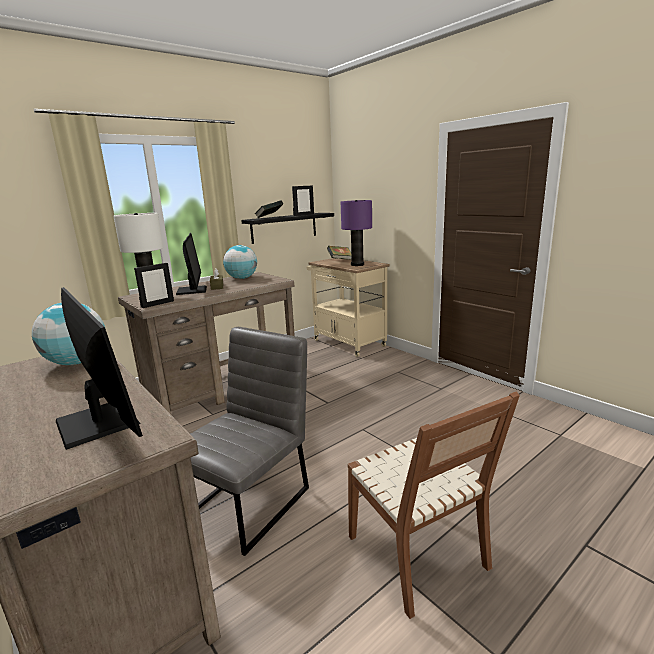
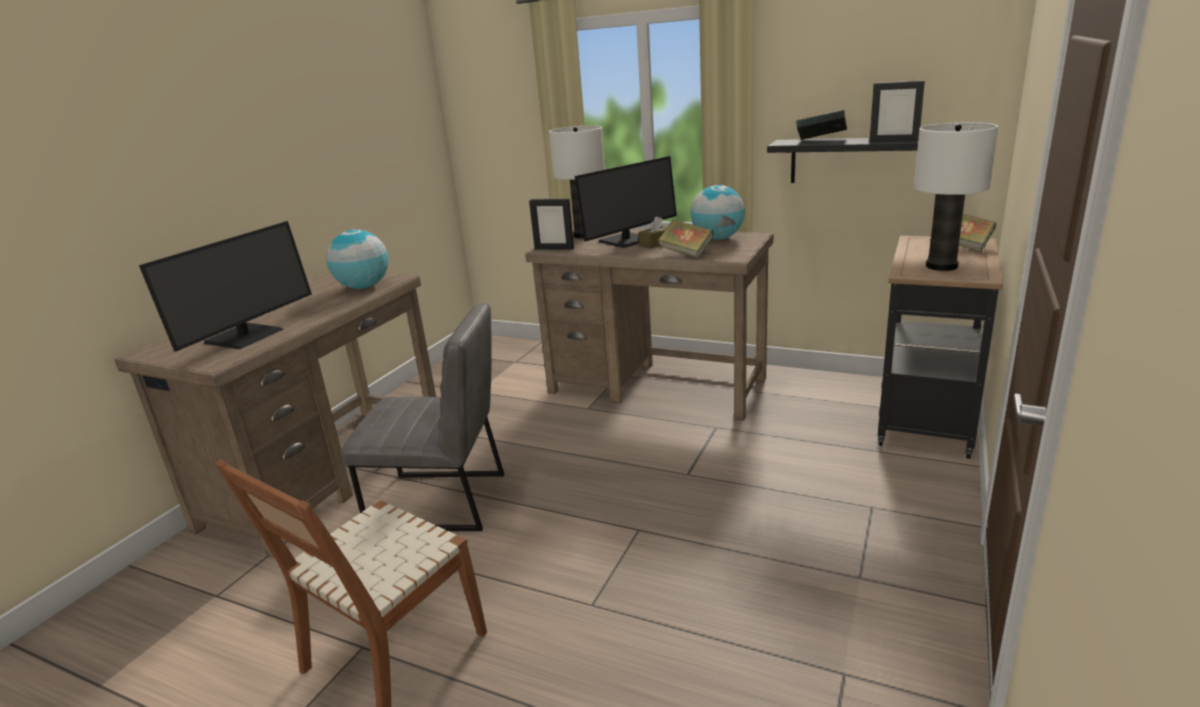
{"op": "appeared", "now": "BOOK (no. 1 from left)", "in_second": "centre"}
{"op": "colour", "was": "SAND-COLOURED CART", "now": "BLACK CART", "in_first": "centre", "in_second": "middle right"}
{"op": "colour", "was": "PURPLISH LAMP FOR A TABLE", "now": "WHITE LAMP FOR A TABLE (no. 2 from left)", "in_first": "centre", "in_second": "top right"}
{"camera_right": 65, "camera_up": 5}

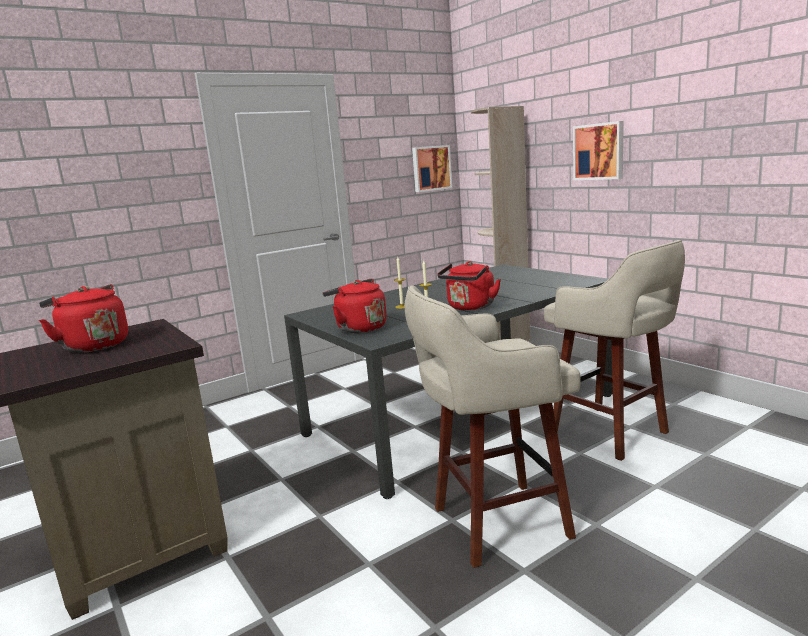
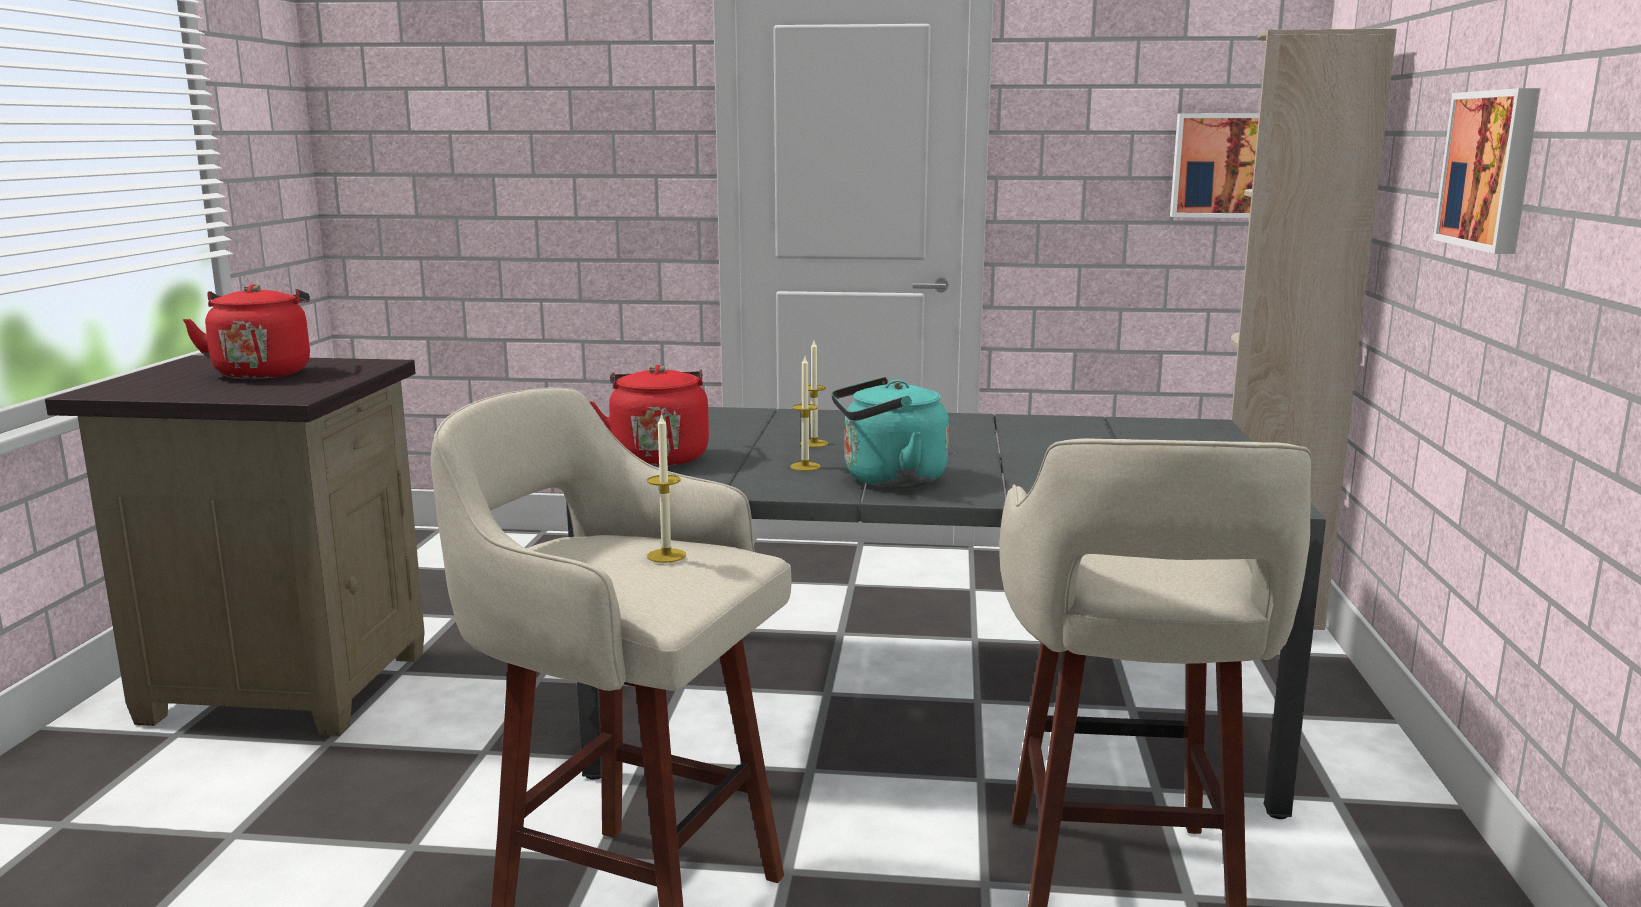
{"op": "appeared", "now": "WAX CANDLE (no. 1 from left)", "in_second": "centre"}
{"op": "colour", "was": "RED WATER KETTLE (no. 3 from left)", "now": "TURQUOISE WATER KETTLE", "in_first": "centre", "in_second": "centre"}
{"camera_right": 40, "camera_up": 0}

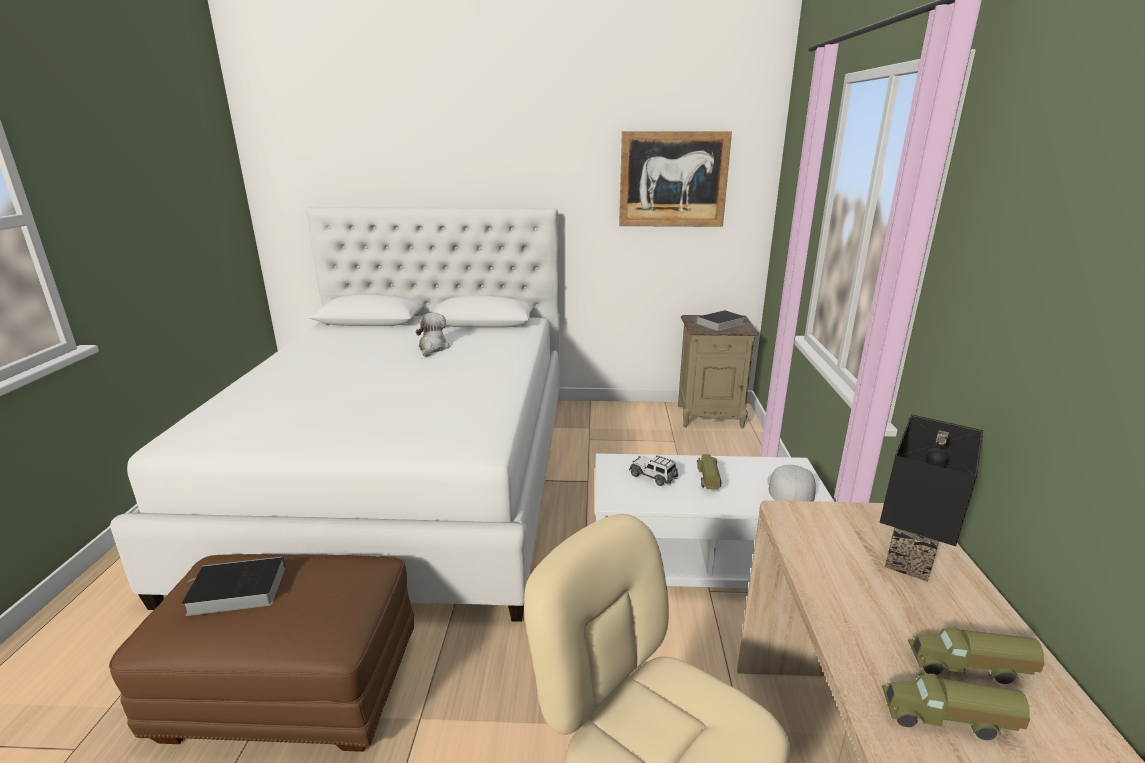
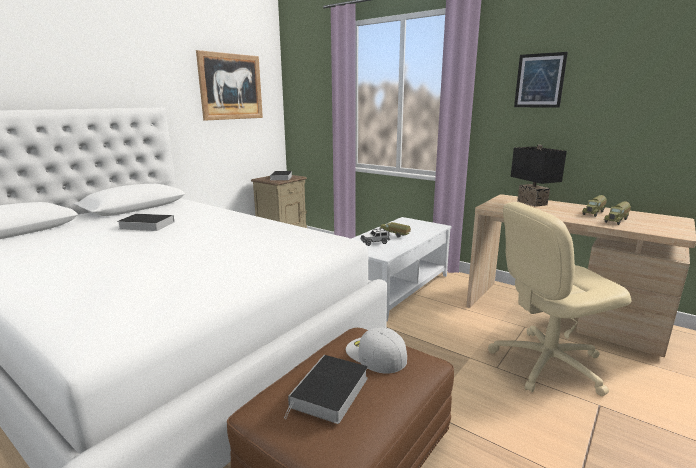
{"op": "appeared", "now": "WALL ART (no. 2 from left)", "in_second": "top right"}
{"op": "relocated", "was": "WHITE BASEBALL CAP", "in_first": "middle right", "in_second": "bottom centre"}
{"op": "exchanged", "was": "PLUSH TOY", "now": "BOOK (no. 1 from left)", "in_first": "centre", "in_second": "middle left"}
{"camera_right": -55, "camera_up": -5}

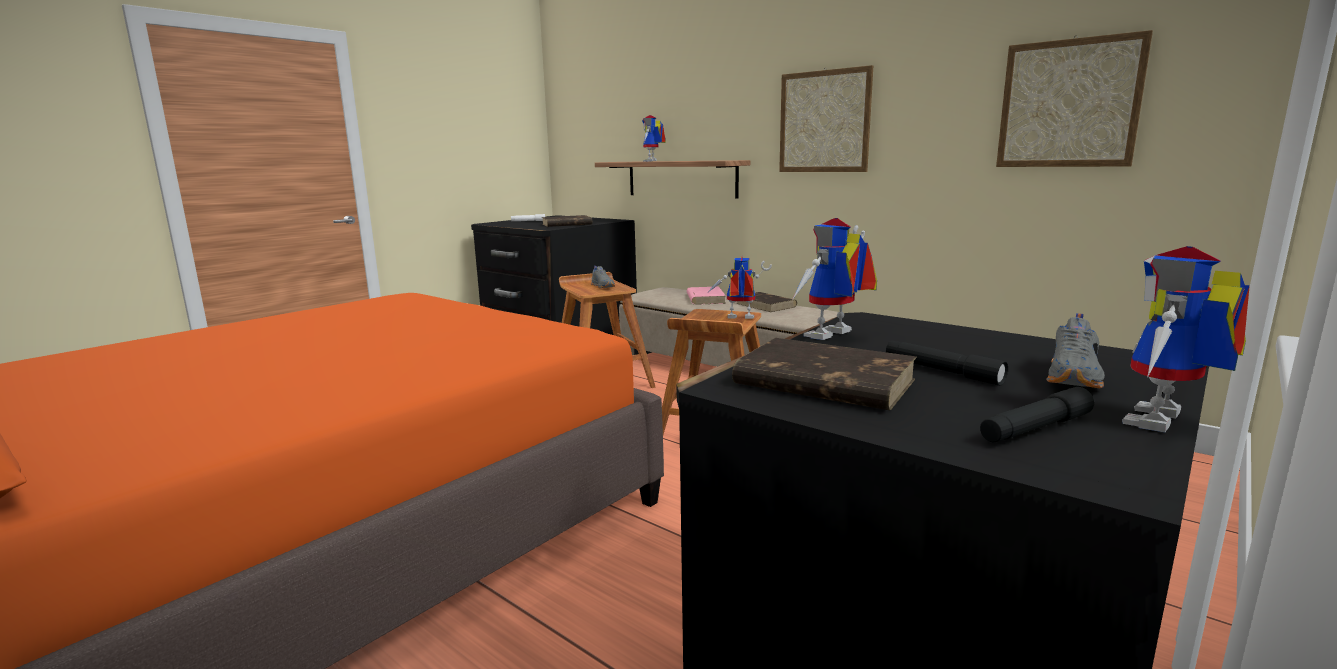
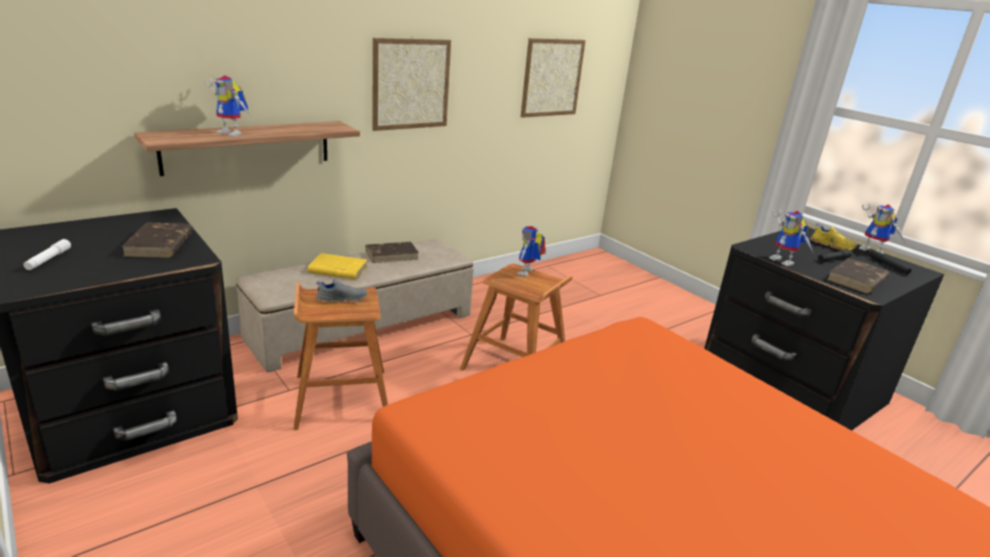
{"op": "colour", "was": "PINKISH BOOK", "now": "YELLOW BOOK", "in_first": "centre", "in_second": "centre"}
{"op": "colour", "was": "GREYISH ITEM OF FOOTWEAR (no. 2 from left)", "now": "YELLOW ITEM OF FOOTWEAR", "in_first": "middle right", "in_second": "middle right"}
{"camera_right": -80, "camera_up": 10}

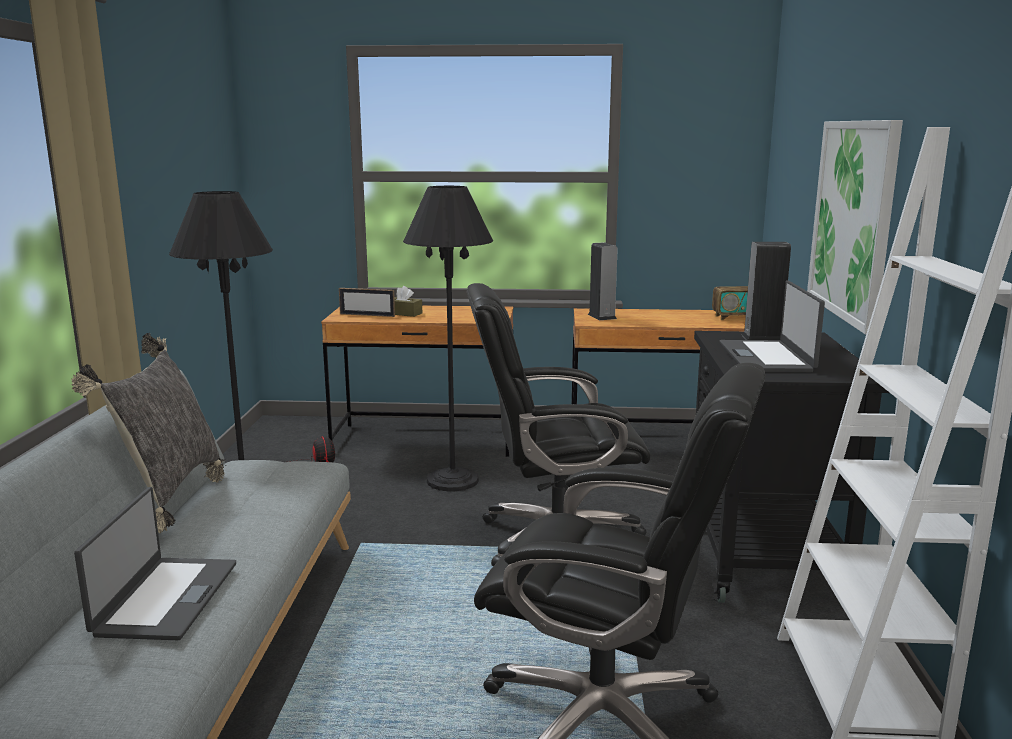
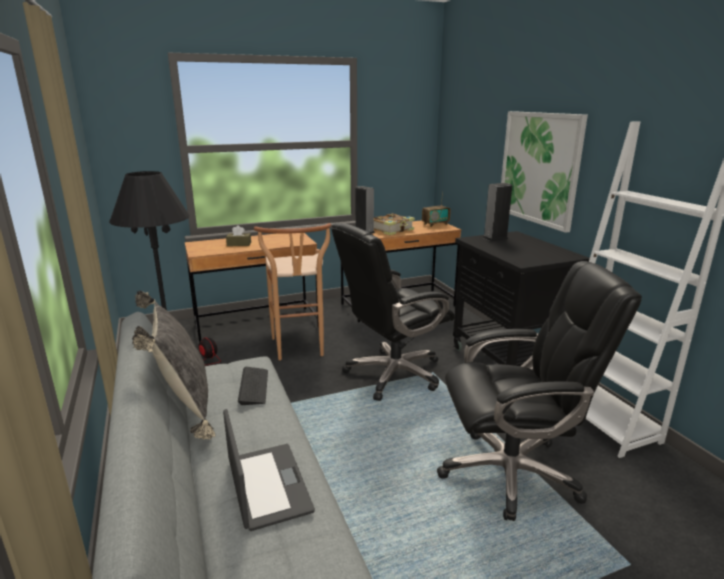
{"op": "missing", "was": "STANDING FRAME", "in_first": "centre"}
{"op": "missing", "was": "LAPTOP (no. 2 from left)", "in_first": "middle right"}
{"op": "appeared", "now": "KEYBOARD", "in_second": "bottom centre"}
{"op": "appeared", "now": "BOOK", "in_second": "centre"}
{"op": "exchanged", "was": "BLACK STANDING LAMP (no. 2 from left)", "now": "BROWN-COLOURED STOOL SEAT", "in_first": "centre", "in_second": "centre"}
{"camera_right": -25, "camera_up": 5}

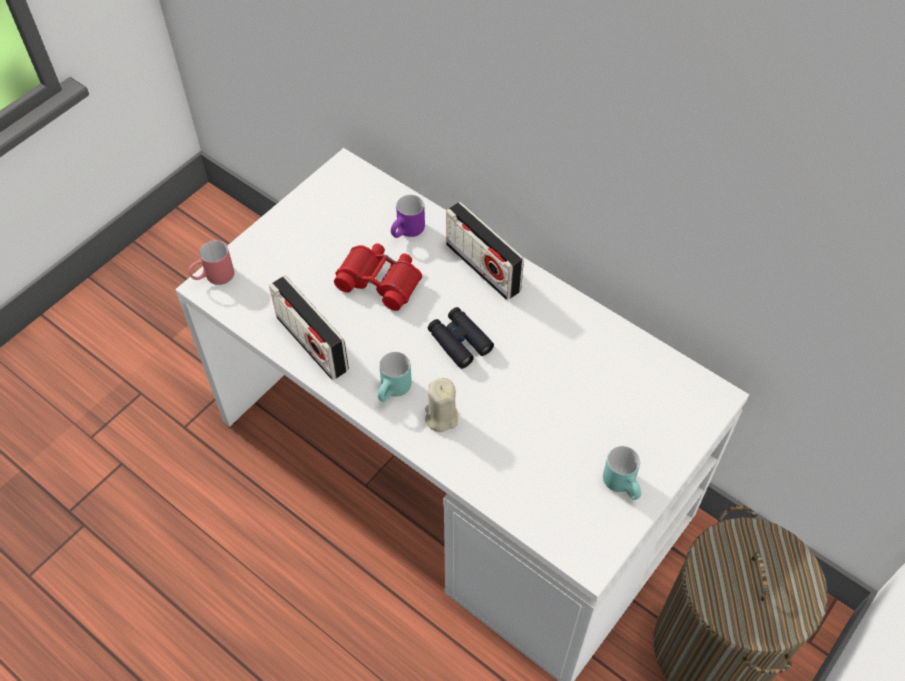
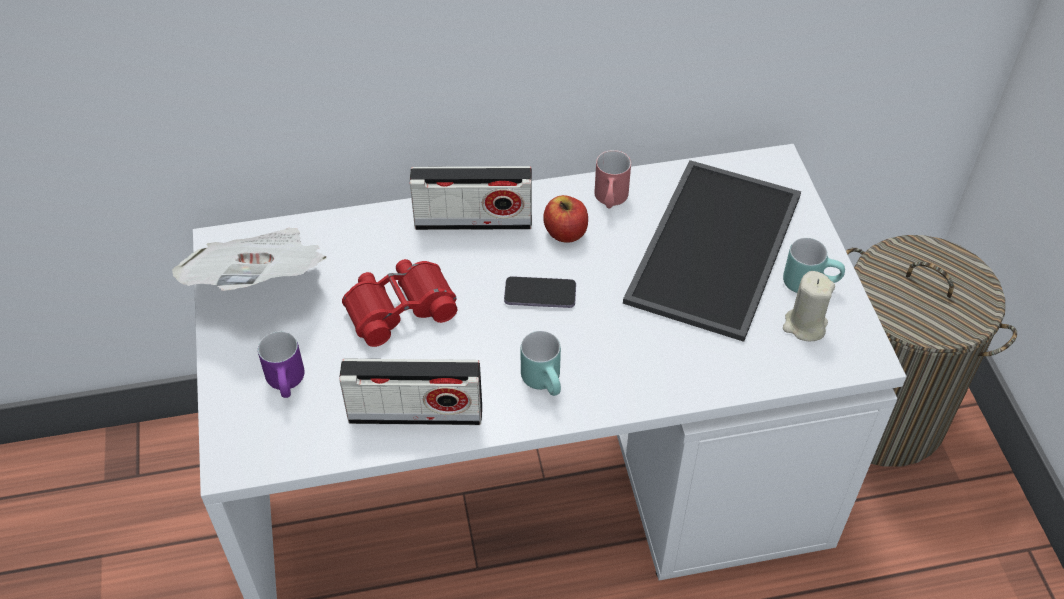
{"op": "appeared", "now": "NEWSPAPER", "in_second": "middle left"}
{"op": "appeared", "now": "APPLE", "in_second": "centre"}
{"op": "appeared", "now": "CARRYING TRAY", "in_second": "middle right"}
{"op": "relocated", "was": "RED COFFEE MUG", "in_first": "middle left", "in_second": "top centre"}
{"op": "relocated", "was": "PURPLISH COFFEE MUG", "in_first": "top centre", "in_second": "middle left"}
{"op": "relocated", "was": "SAND-COLOURED WAX CANDLE", "in_first": "centre", "in_second": "middle right"}
{"op": "exchanged", "was": "BLACK FIELD GLASSES", "now": "HANDSET", "in_first": "centre", "in_second": "centre"}
{"camera_right": -50, "camera_up": -5}

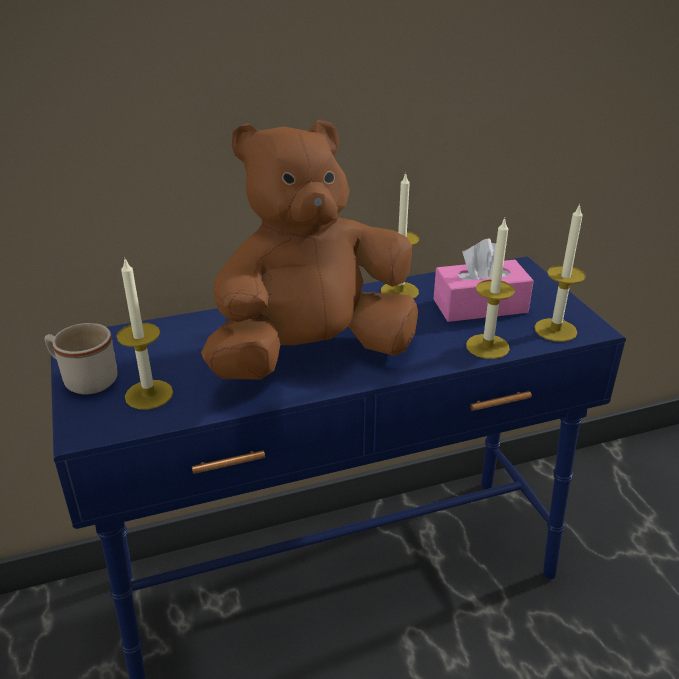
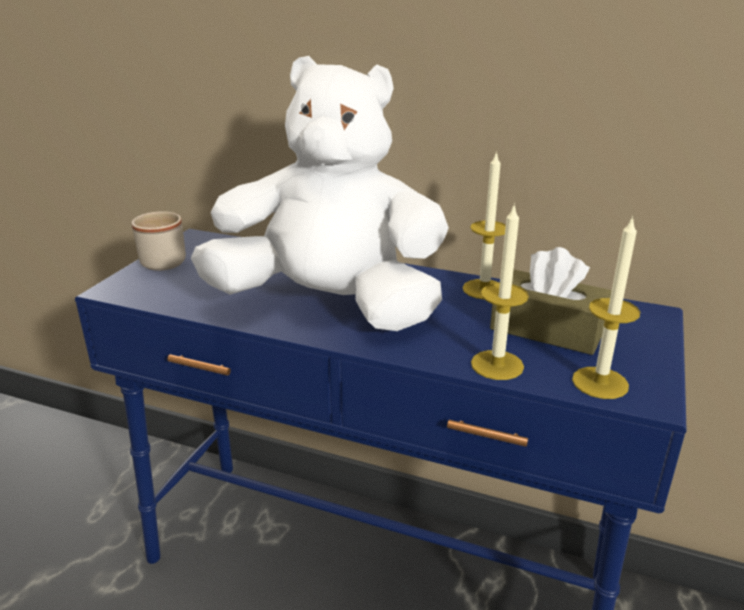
{"op": "missing", "was": "WAX CANDLE (no. 1 from left)", "in_first": "middle left"}
{"op": "colour", "was": "BROWN-COLOURED PLUSH TOY", "now": "WHITE PLUSH TOY", "in_first": "centre", "in_second": "top centre"}
{"op": "colour", "was": "PINKISH TISSUE HOLDER", "now": "BROWN-COLOURED TISSUE HOLDER", "in_first": "middle right", "in_second": "middle right"}
{"camera_right": 40, "camera_up": -5}

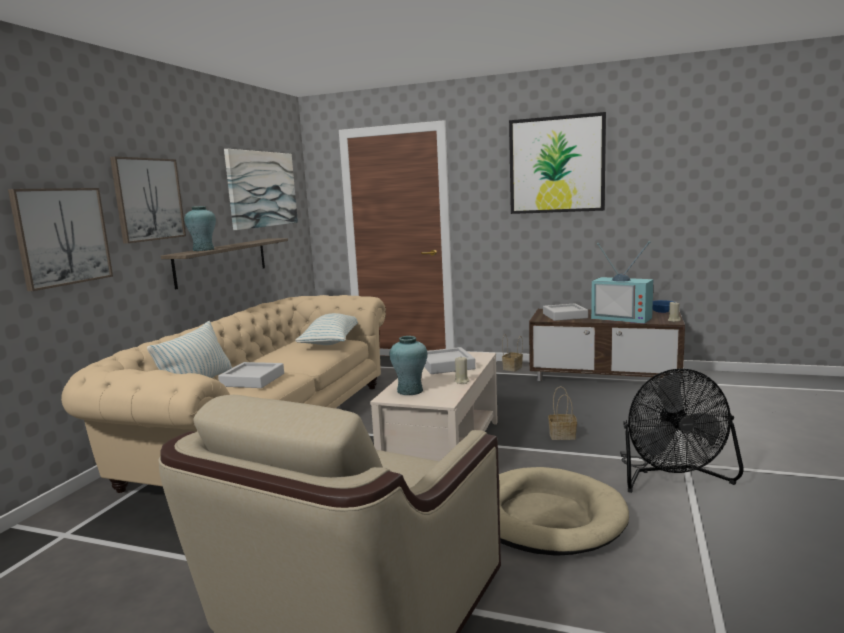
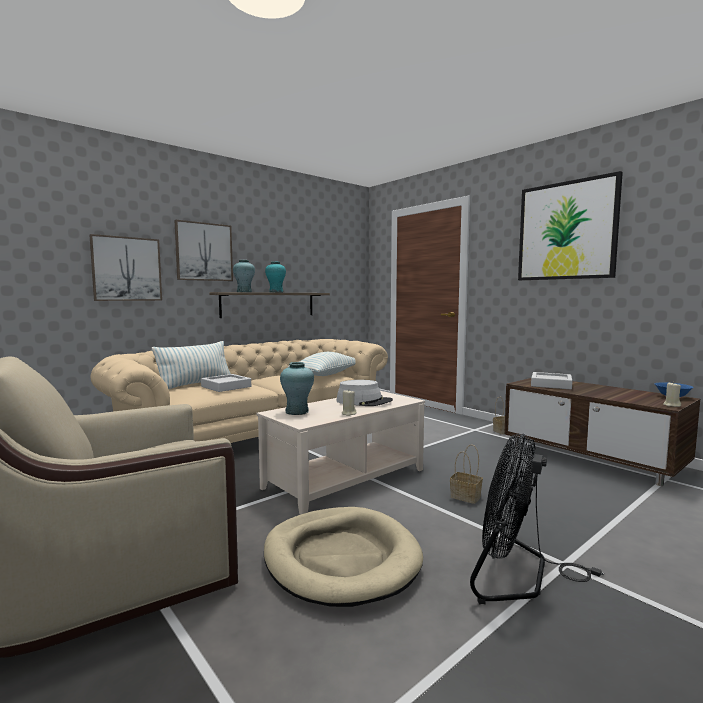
{"op": "missing", "was": "WALL ART (no. 3 from left)", "in_first": "top left"}
{"op": "missing", "was": "TV", "in_first": "middle right"}
{"op": "appeared", "now": "TURQUOISE FLOWER VASE (no. 2 from left)", "in_second": "centre"}
{"op": "exchanged", "was": "GREYISH CARRYING TRAY (no. 2 from left)", "now": "GREYISH HAT", "in_first": "centre", "in_second": "centre"}
{"op": "spun", "was": "BLACK FAN", "in_first": "bottom right", "in_second": "bottom right", "clockwise": 90}
{"camera_right": 30, "camera_up": -5}

